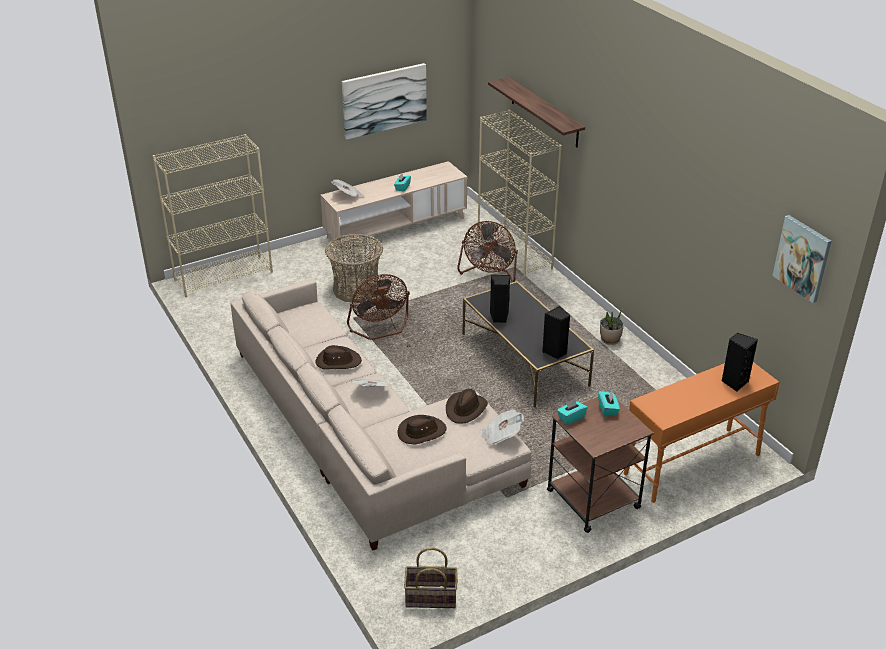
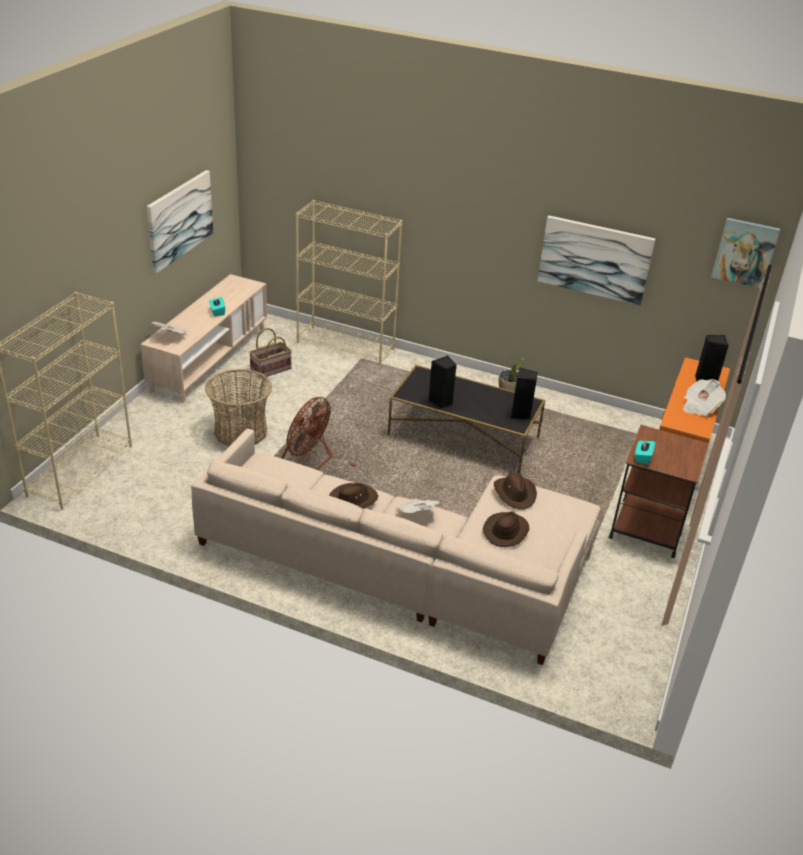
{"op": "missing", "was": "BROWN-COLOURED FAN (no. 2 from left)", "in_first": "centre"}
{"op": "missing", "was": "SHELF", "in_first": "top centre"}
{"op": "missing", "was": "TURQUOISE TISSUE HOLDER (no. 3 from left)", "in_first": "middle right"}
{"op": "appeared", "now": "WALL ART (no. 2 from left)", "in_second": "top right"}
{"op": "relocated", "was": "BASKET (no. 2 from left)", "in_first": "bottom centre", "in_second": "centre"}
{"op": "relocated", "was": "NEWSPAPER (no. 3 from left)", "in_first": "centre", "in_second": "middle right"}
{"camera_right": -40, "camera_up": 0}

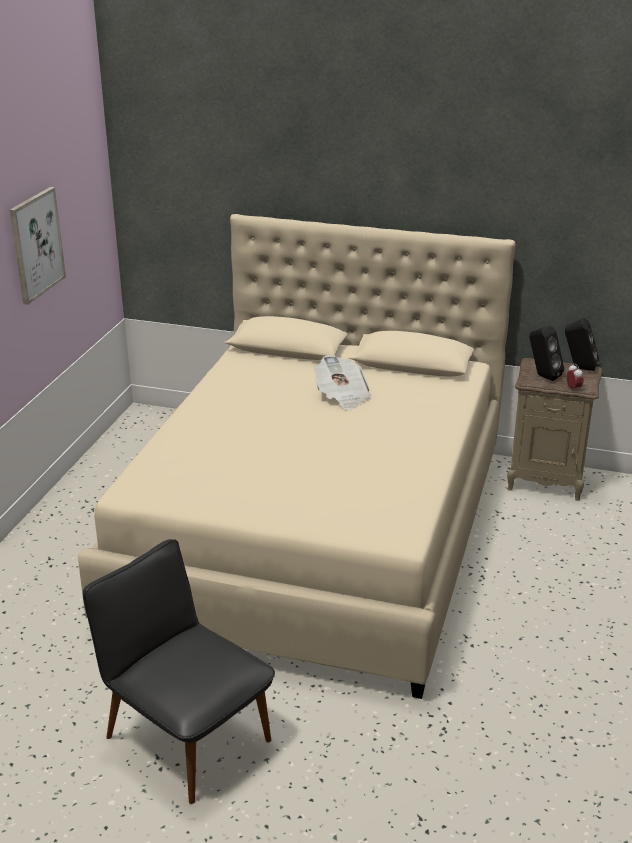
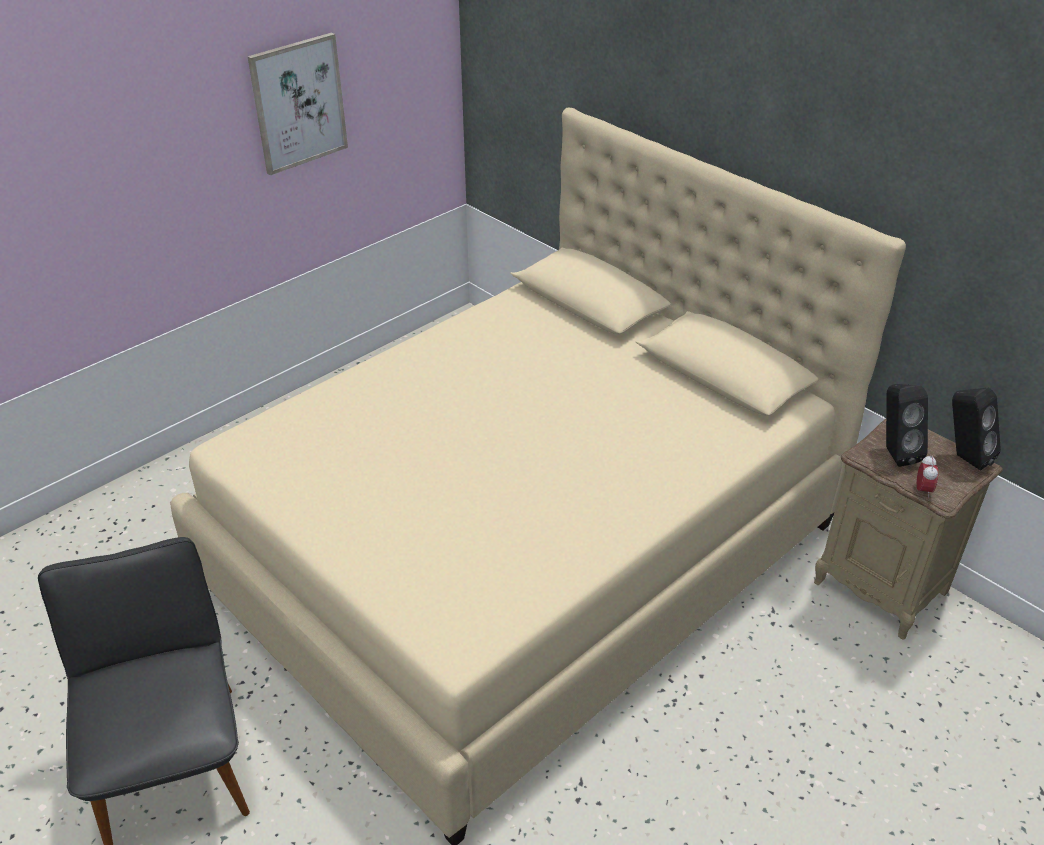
{"op": "missing", "was": "NEWSPAPER", "in_first": "centre"}
{"camera_right": 30, "camera_up": 10}

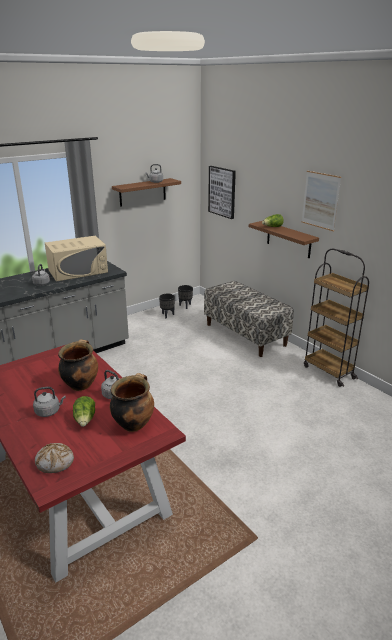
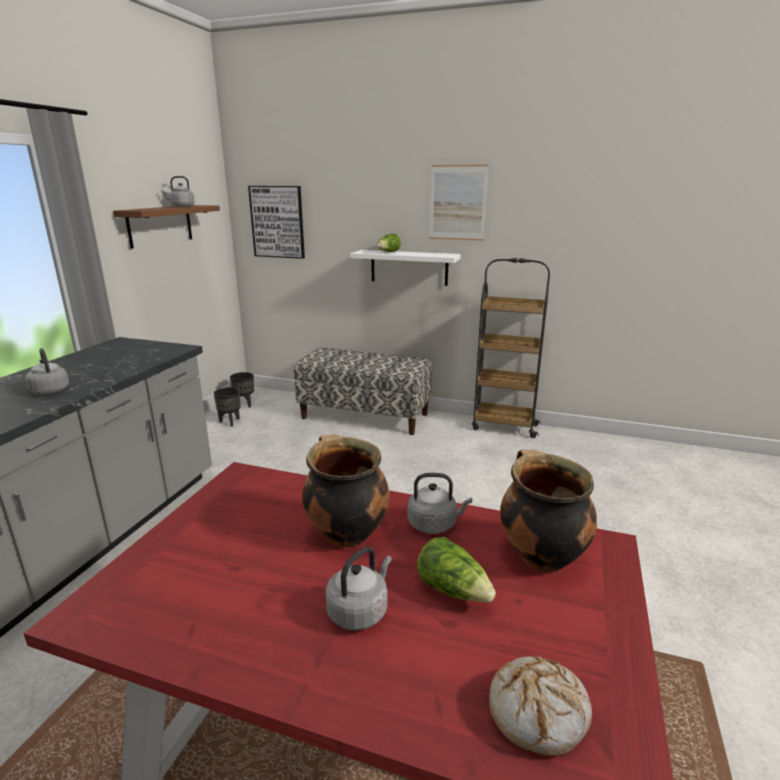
{"op": "missing", "was": "SAND-COLOURED MICROWAVE OVEN", "in_first": "middle left"}
{"op": "colour", "was": "BROWN-COLOURED SHELF (no. 2 from left)", "now": "WHITE SHELF", "in_first": "middle right", "in_second": "centre"}
{"camera_right": -35, "camera_up": -5}

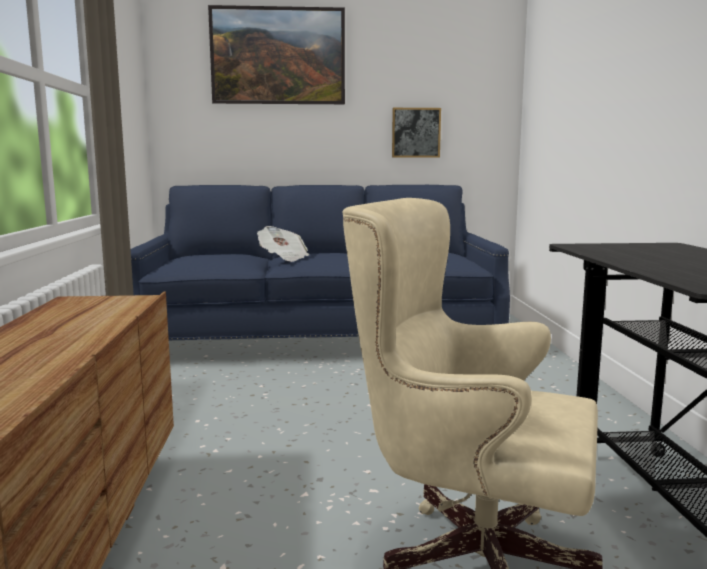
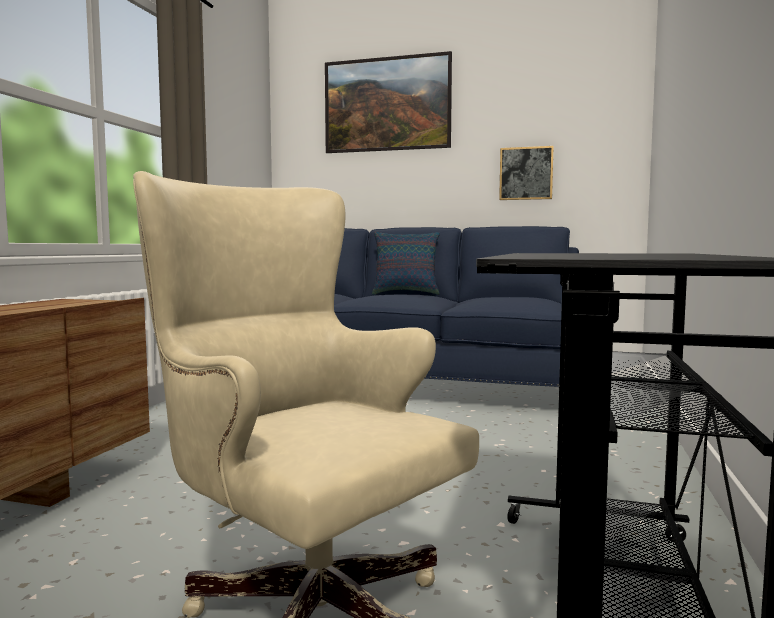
{"op": "missing", "was": "NEWSPAPER", "in_first": "centre"}
{"op": "appeared", "now": "BLUISH THROW PILLOW", "in_second": "centre"}
{"camera_right": 20, "camera_up": -5}

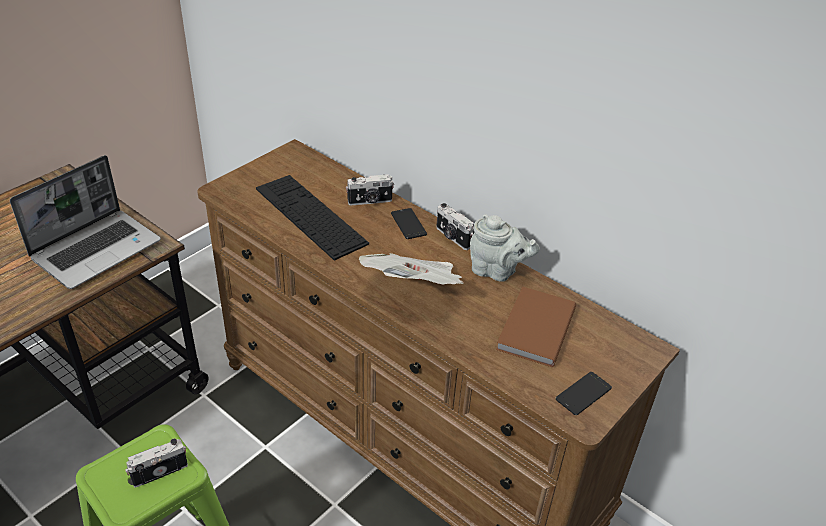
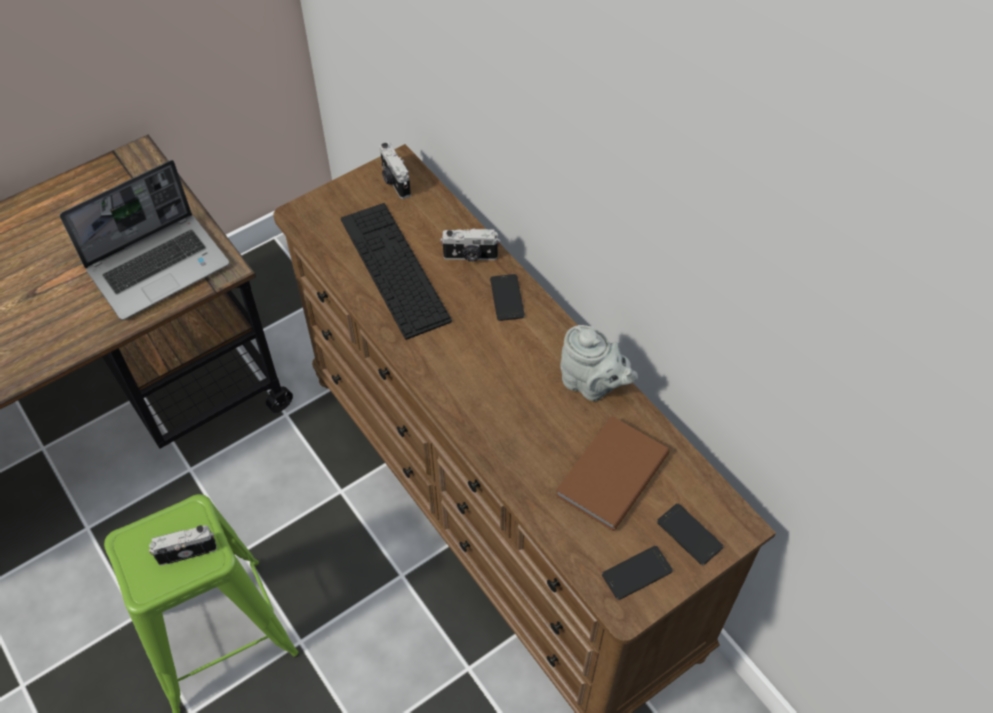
{"op": "missing", "was": "NEWSPAPER", "in_first": "centre"}
{"op": "appeared", "now": "HANDSET (no. 3 from left)", "in_second": "bottom right"}
{"op": "relocated", "was": "STILL CAMERA (no. 3 from left in the first image)", "now": "STILL CAMERA (no. 2 from left)", "in_first": "centre", "in_second": "top centre"}
{"camera_right": 15, "camera_up": 15}

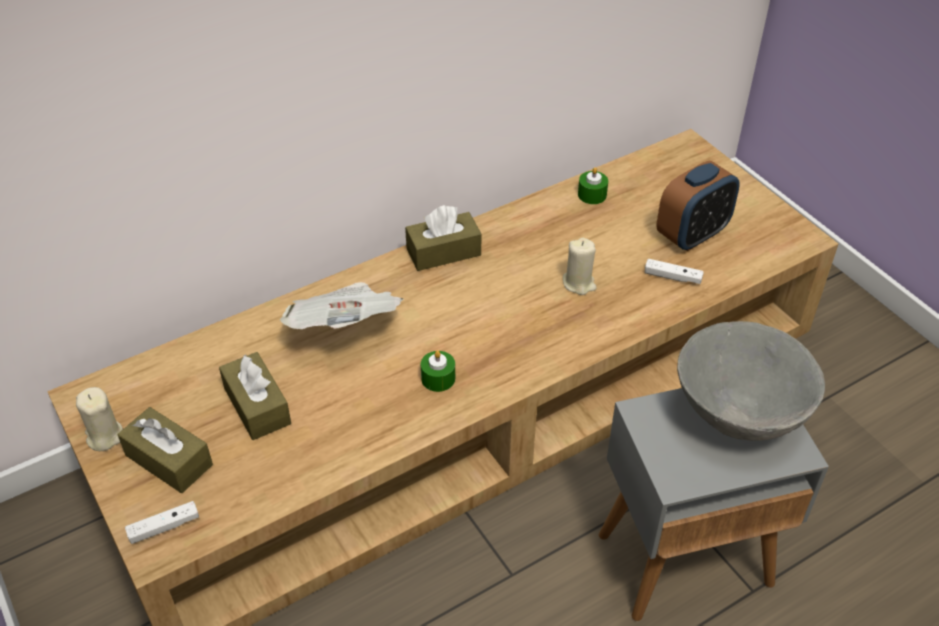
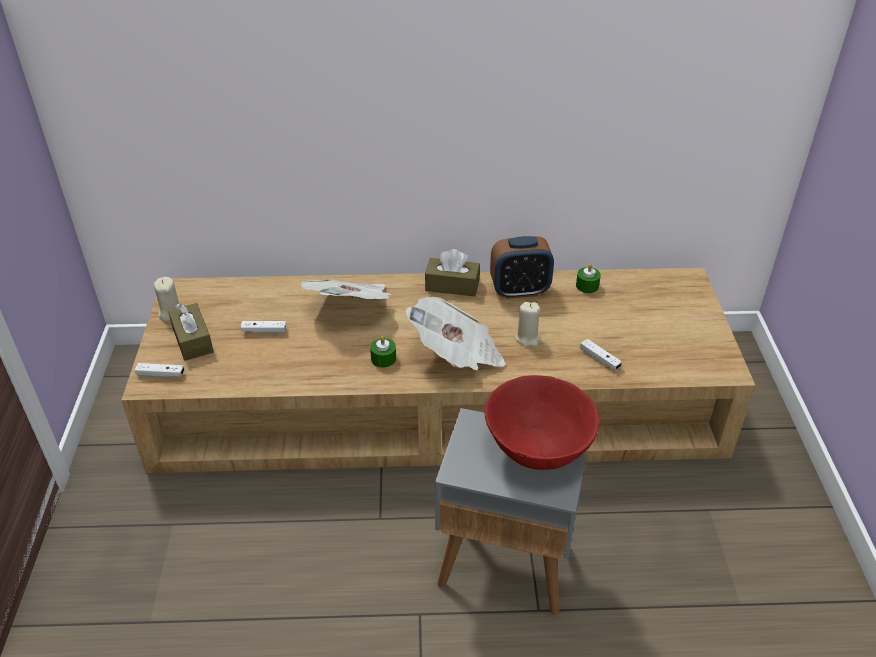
{"op": "appeared", "now": "NEWSPAPER (no. 2 from left)", "in_second": "centre"}
{"op": "relocated", "was": "TABLE CLOCK", "in_first": "top right", "in_second": "centre"}
{"op": "exchanged", "was": "BROWN-COLOURED TISSUE HOLDER (no. 2 from left)", "now": "WHITE JOYPAD (no. 2 from left)", "in_first": "middle left", "in_second": "middle left"}
{"op": "colour", "was": "GREYISH BOWL", "now": "RED BOWL", "in_first": "middle right", "in_second": "centre"}
{"camera_right": 30, "camera_up": -5}

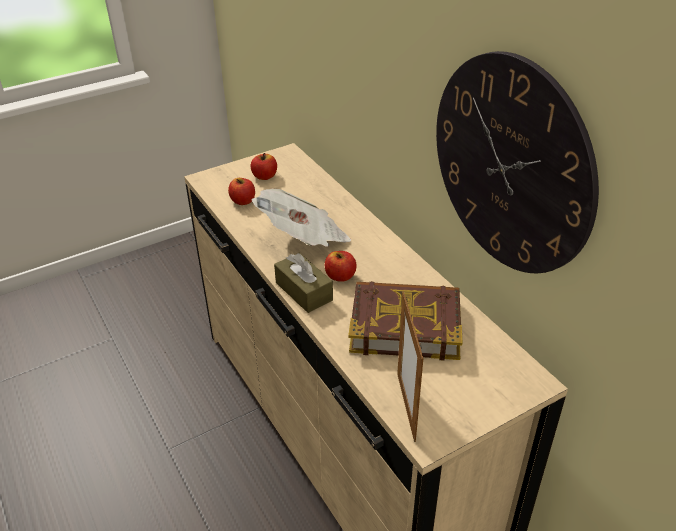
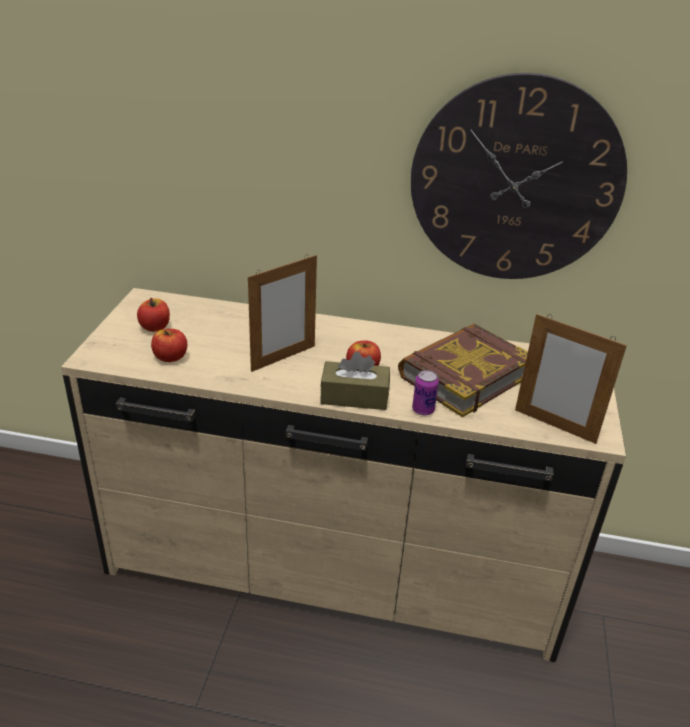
{"op": "appeared", "now": "CAN", "in_second": "centre"}
{"op": "exchanged", "was": "NEWSPAPER", "now": "STANDING FRAME (no. 1 from left)", "in_first": "centre", "in_second": "centre"}
{"camera_right": -50, "camera_up": -5}

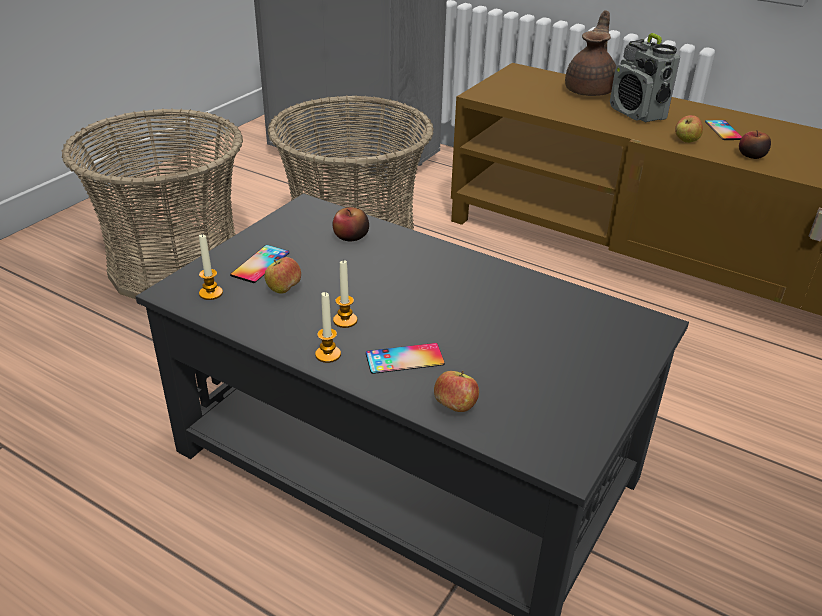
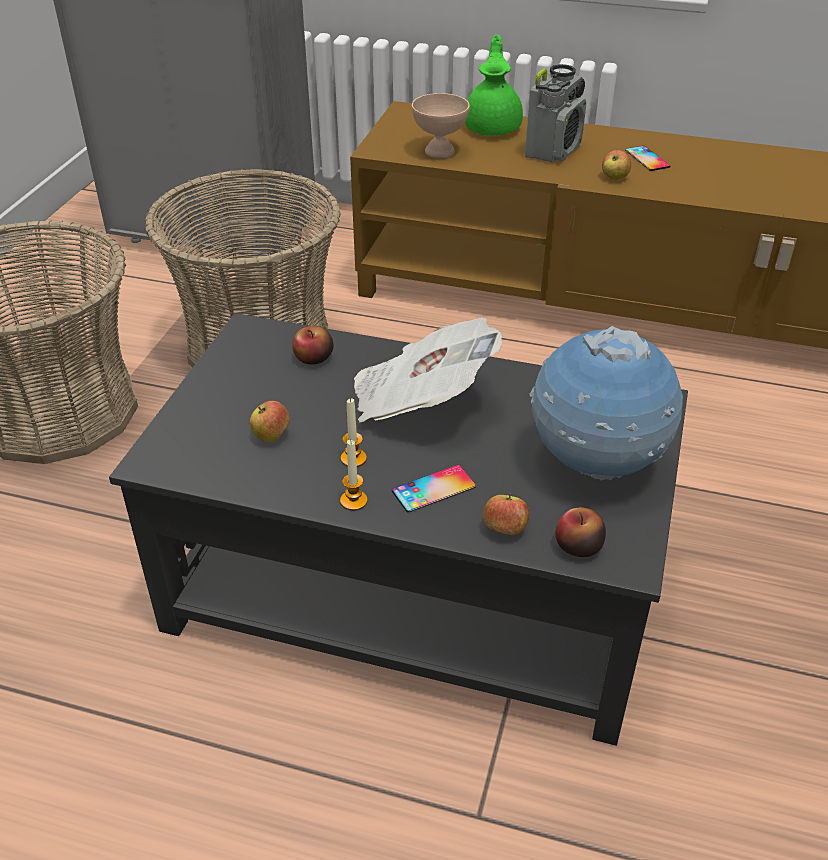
{"op": "missing", "was": "WAX CANDLE (no. 1 from left)", "in_first": "middle left"}
{"op": "missing", "was": "HANDSET (no. 1 from left)", "in_first": "middle left"}
{"op": "appeared", "now": "NEWSPAPER", "in_second": "centre"}
{"op": "appeared", "now": "SAND-COLOURED BOWL", "in_second": "top centre"}
{"op": "appeared", "now": "GLOBE", "in_second": "middle right"}
{"op": "relocated", "was": "APPLE (no. 5 from left in the first image)", "now": "APPLE (no. 4 from left)", "in_first": "top right", "in_second": "middle right"}
{"op": "colour", "was": "BROWN-COLOURED POT FOR TEA", "now": "GREENISH POT FOR TEA", "in_first": "top right", "in_second": "top centre"}
{"op": "spun", "was": "RADIO SET", "in_first": "top right", "in_second": "top right", "clockwise": -105}
{"camera_right": -15, "camera_up": 5}

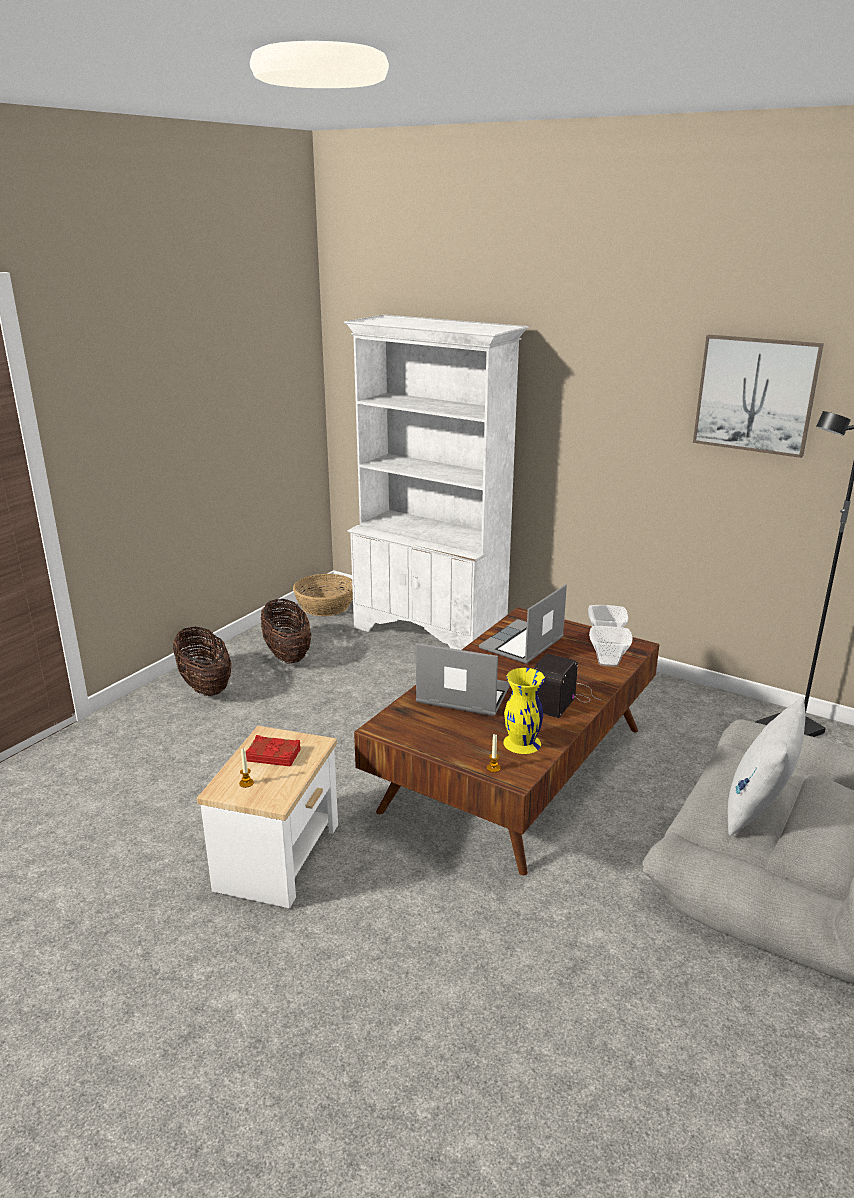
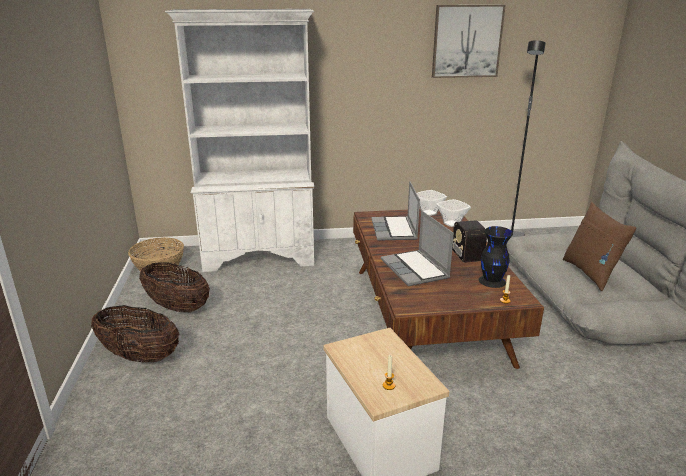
{"op": "missing", "was": "RED BOOK", "in_first": "middle left"}
{"op": "colour", "was": "YELLOW FLOWER VASE", "now": "BLACK FLOWER VASE", "in_first": "centre", "in_second": "middle right"}
{"op": "colour", "was": "GREYISH THROW PILLOW", "now": "BROWN-COLOURED THROW PILLOW", "in_first": "middle right", "in_second": "middle right"}
{"op": "spun", "was": "LAPTOP (no. 1 from left in the first image)", "in_first": "centre", "in_second": "centre", "clockwise": -90}
{"camera_right": -40, "camera_up": 0}

